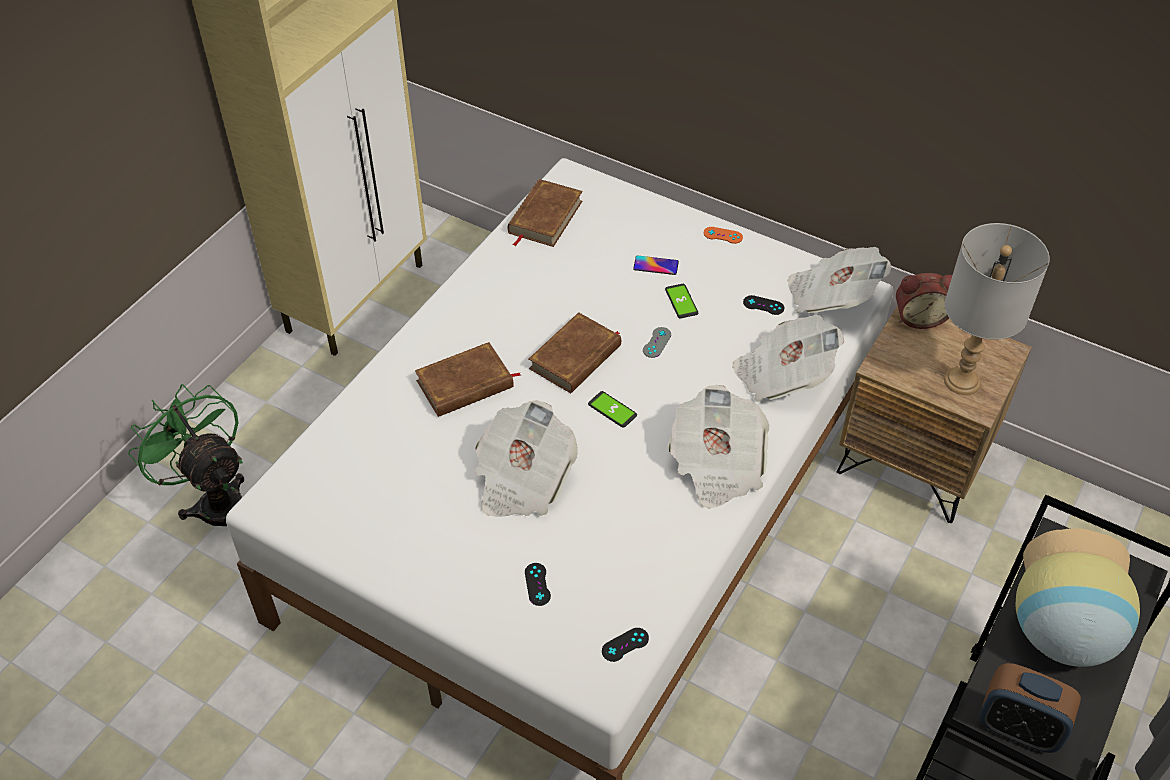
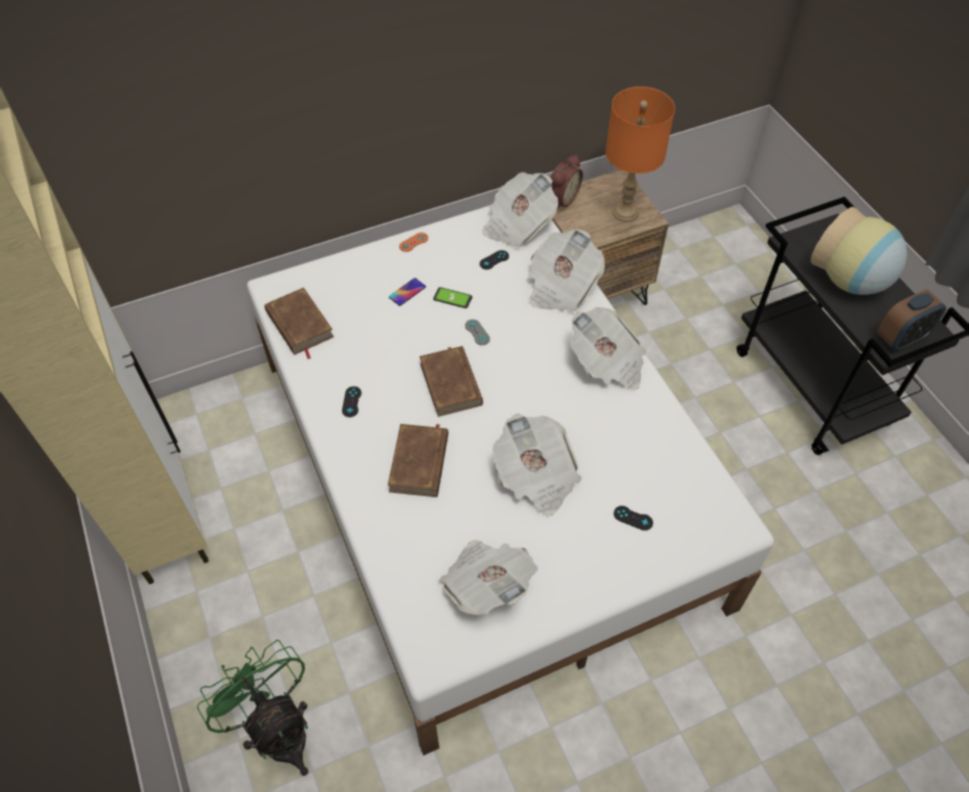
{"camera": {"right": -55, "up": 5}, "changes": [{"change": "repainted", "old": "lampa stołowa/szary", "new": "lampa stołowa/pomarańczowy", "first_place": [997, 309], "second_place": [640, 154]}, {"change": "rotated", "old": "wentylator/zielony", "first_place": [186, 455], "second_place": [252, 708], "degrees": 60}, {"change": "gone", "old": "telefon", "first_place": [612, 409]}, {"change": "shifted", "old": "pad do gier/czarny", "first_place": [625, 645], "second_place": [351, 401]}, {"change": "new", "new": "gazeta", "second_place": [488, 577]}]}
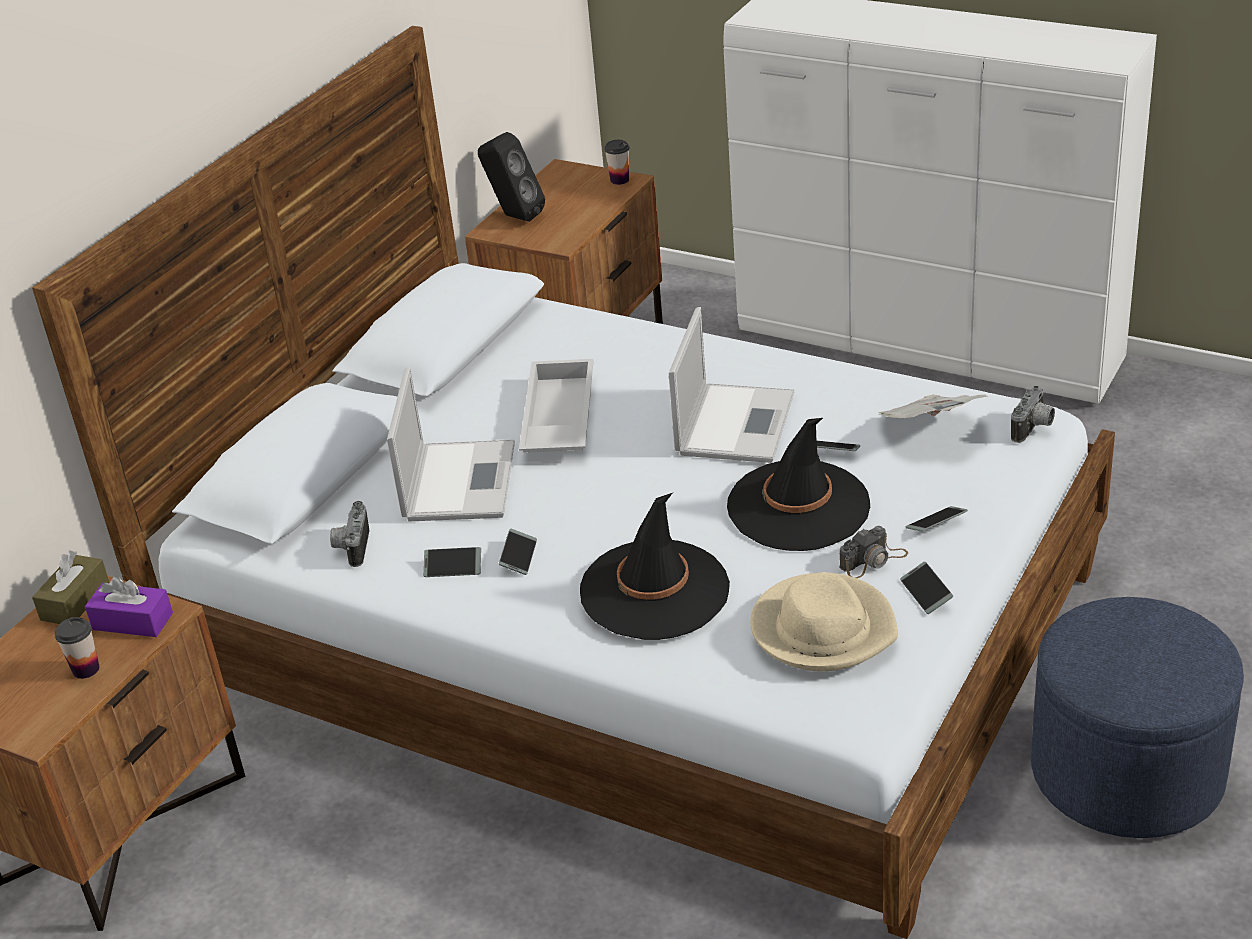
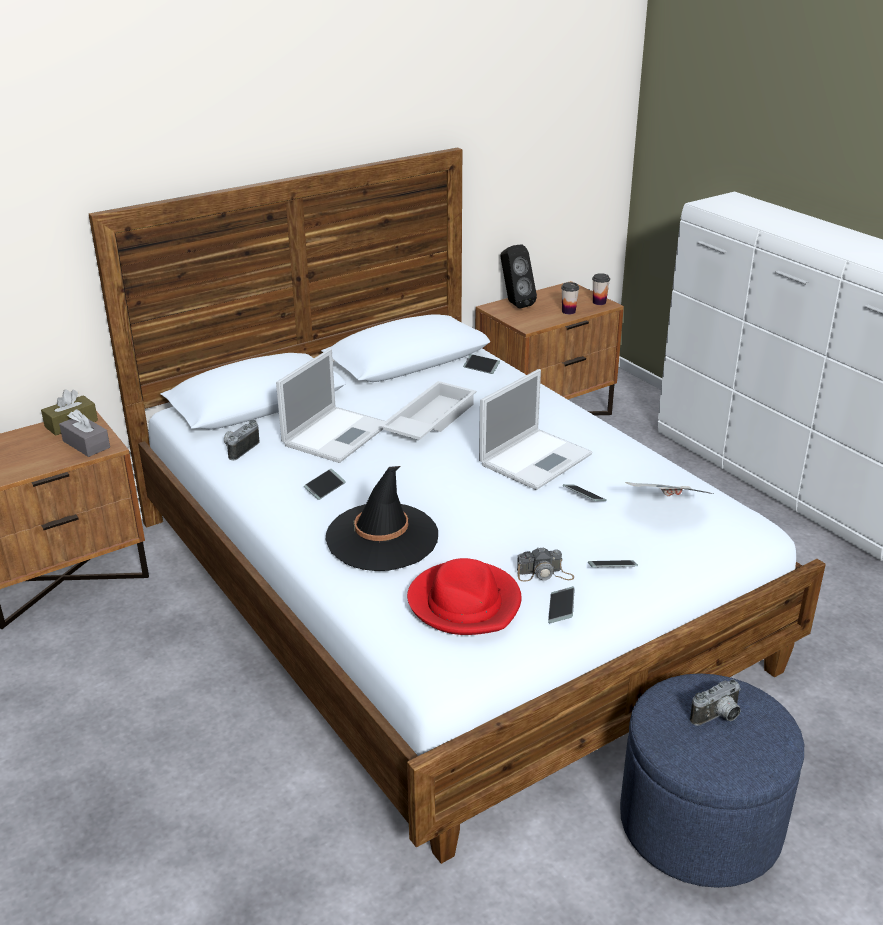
{"camera": {"right": 25, "up": -5}, "changes": [{"change": "shifted", "old": "aparat fotograficzny", "first_place": [1033, 414], "second_place": [715, 702]}, {"change": "gone", "old": "kapelusz/czarny", "first_place": [798, 484]}, {"change": "shifted", "old": "telefon", "first_place": [452, 562], "second_place": [481, 364]}, {"change": "repainted", "old": "kapelusz/beżowy", "new": "kapelusz/czerwony", "first_place": [824, 621], "second_place": [464, 596]}, {"change": "repainted", "old": "pudełko chusteczek/fioletowy", "new": "pudełko chusteczek/szary", "first_place": [129, 606], "second_place": [84, 433]}, {"change": "shifted", "old": "filiżanka", "first_place": [77, 648], "second_place": [570, 298]}]}
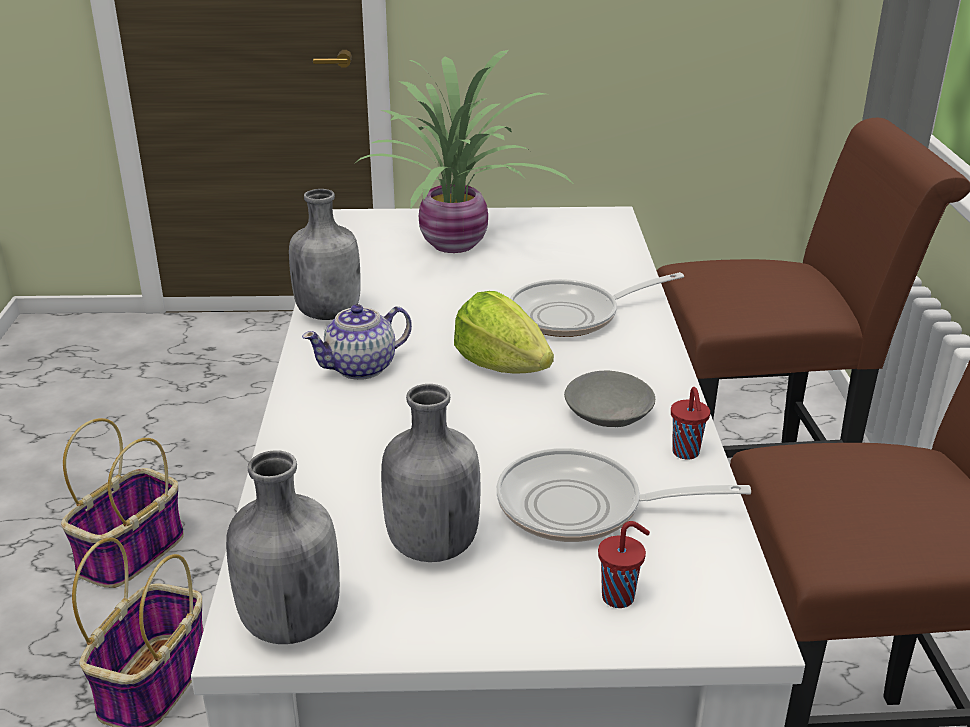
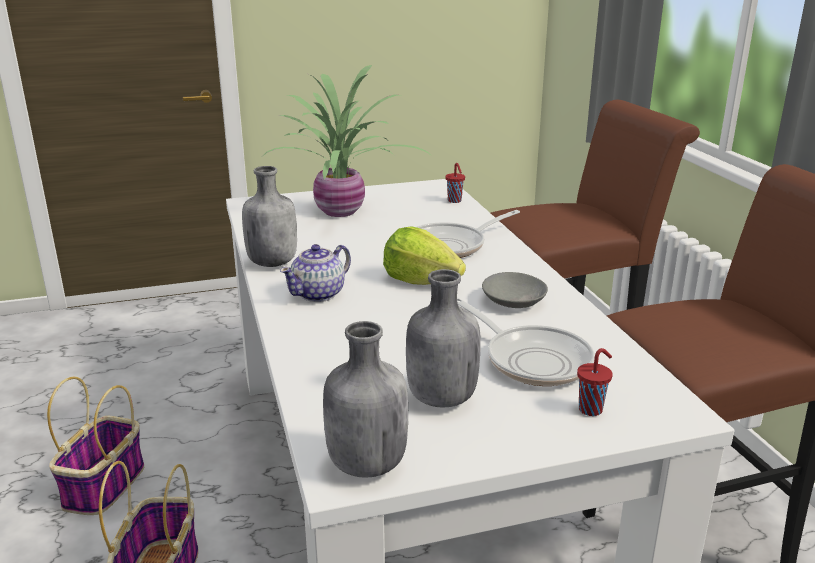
{"camera": {"right": -15, "up": -5}, "changes": [{"change": "shifted", "old": "filiżanka/czerwony", "first_place": [690, 423], "second_place": [455, 183]}, {"change": "rotated", "old": "patelnia", "first_place": [624, 495], "second_place": [526, 341], "degrees": -120}]}
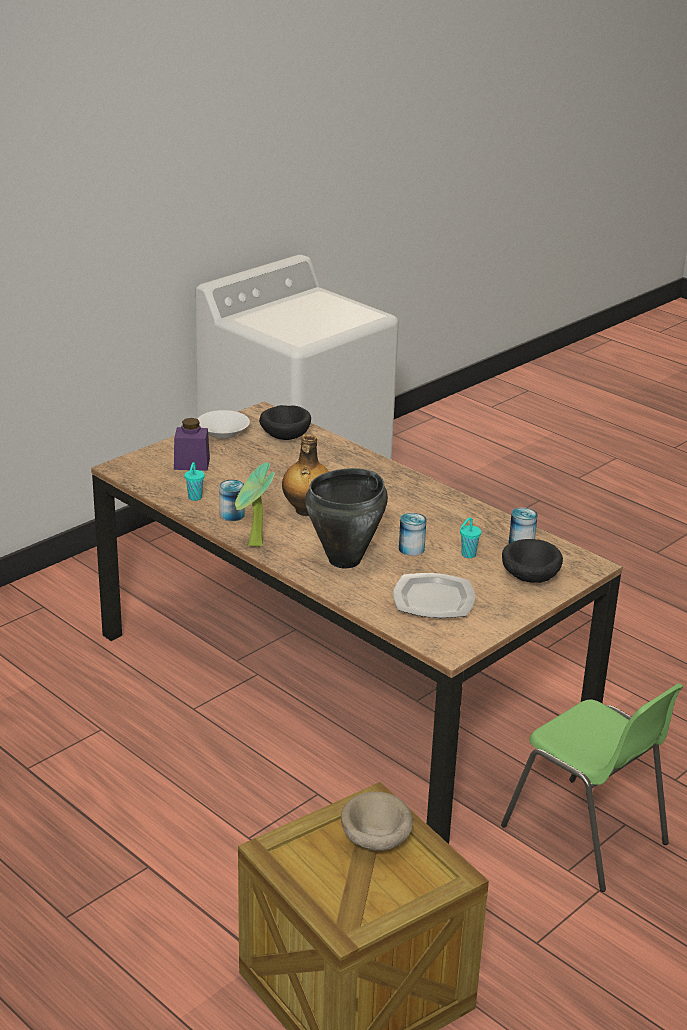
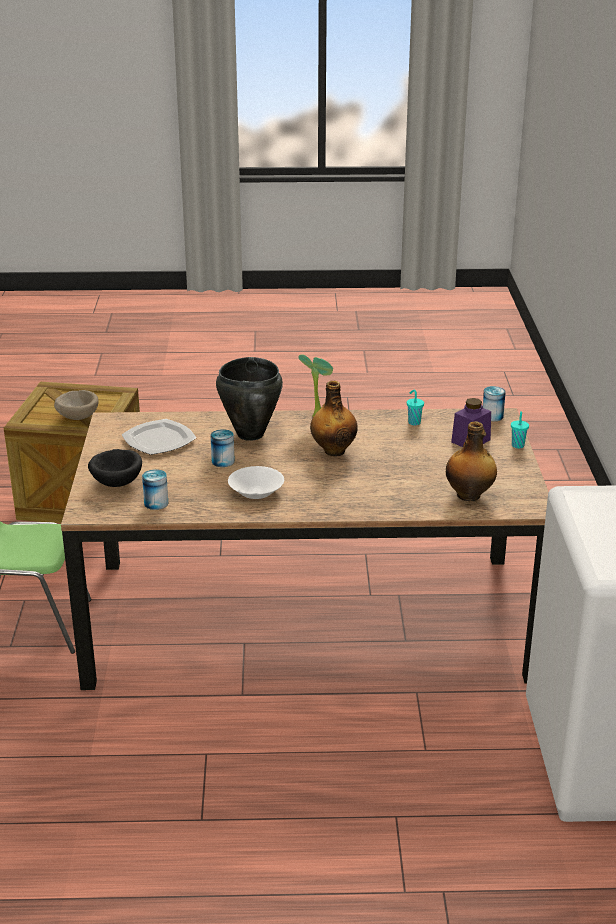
{"camera": {"right": 135, "up": 0}, "changes": [{"change": "swapped", "old": "miska/czarny", "new": "butelka", "first_place": [285, 422], "second_place": [471, 461]}, {"change": "shifted", "old": "miska/biały", "first_place": [223, 424], "second_place": [256, 482]}, {"change": "shifted", "old": "puszka", "first_place": [232, 500], "second_place": [494, 403]}, {"change": "shifted", "old": "filiżanka/turkusowy", "first_place": [470, 537], "second_place": [520, 429]}]}
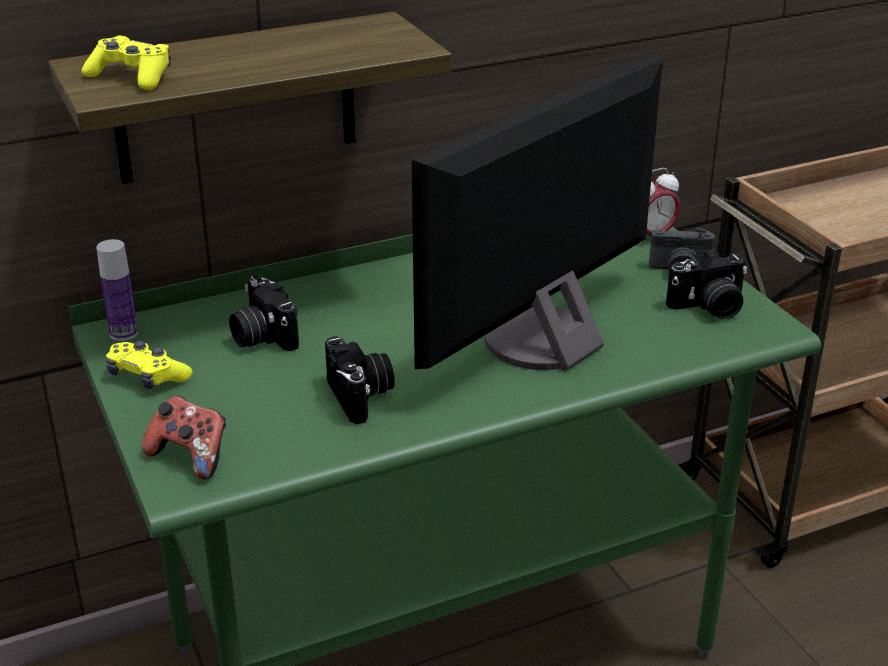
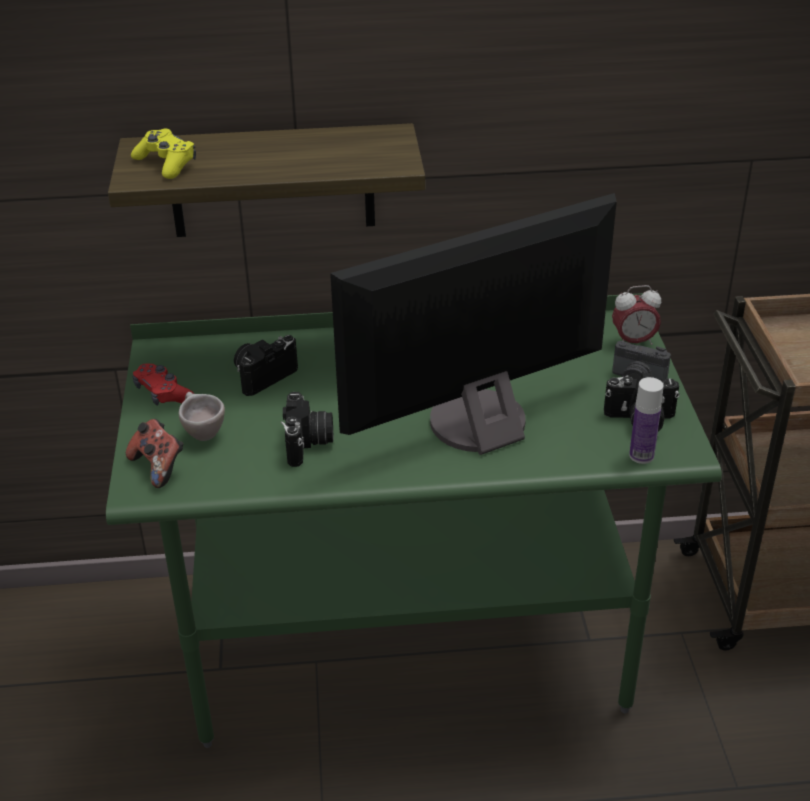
{"camera": {"right": 20, "up": 5}, "changes": [{"change": "shifted", "old": "butelka", "first_place": [117, 290], "second_place": [646, 420]}, {"change": "rotated", "old": "aparat fotograficzny", "first_place": [264, 313], "second_place": [266, 365], "degrees": 60}, {"change": "repainted", "old": "pad do gier/żółty", "new": "pad do gier/czerwony", "first_place": [149, 364], "second_place": [163, 385]}, {"change": "new", "new": "filiżanka/beżowy", "second_place": [202, 416]}]}
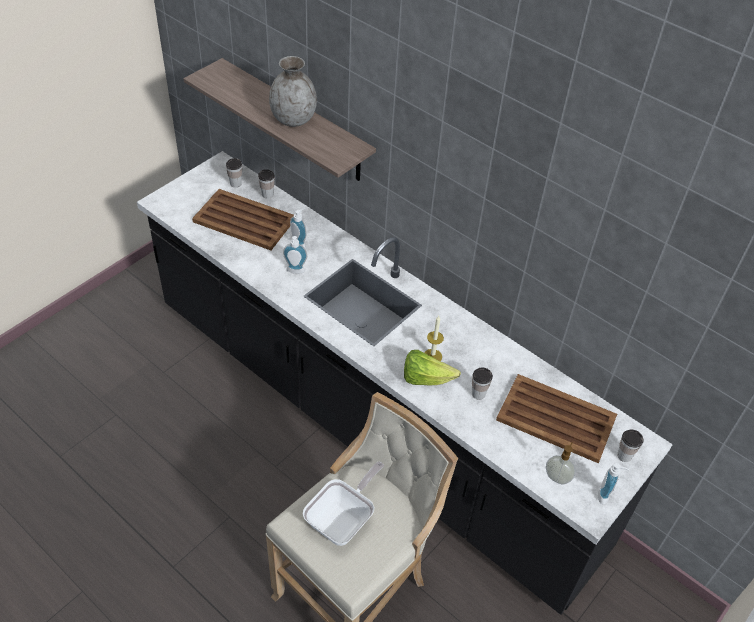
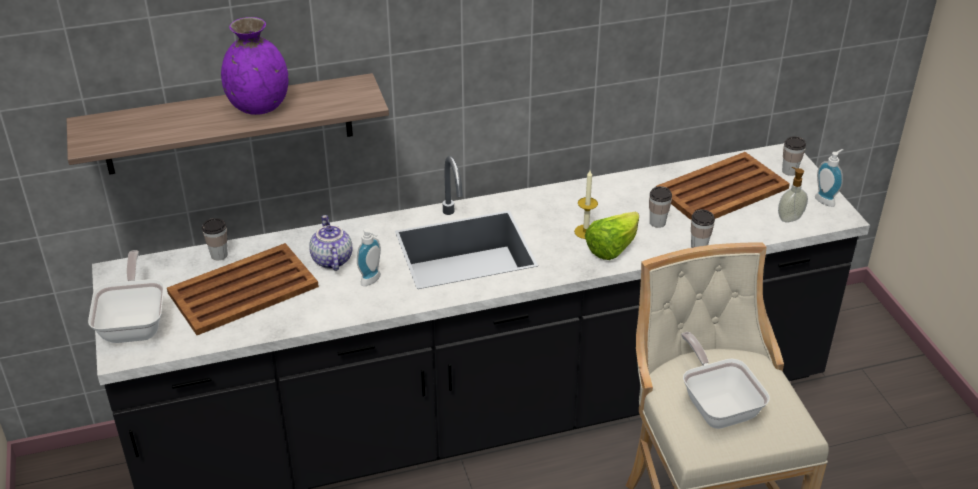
{"camera": {"right": -55, "up": -10}, "changes": [{"change": "repainted", "old": "wazon/szary", "new": "wazon/fioletowy", "first_place": [293, 91], "second_place": [255, 66]}, {"change": "shifted", "old": "filiżanka", "first_place": [234, 172], "second_place": [703, 228]}, {"change": "swapped", "old": "dozownik mydła", "new": "imbryk", "first_place": [298, 228], "second_place": [330, 243]}, {"change": "new", "new": "patelnia", "second_place": [126, 296]}]}
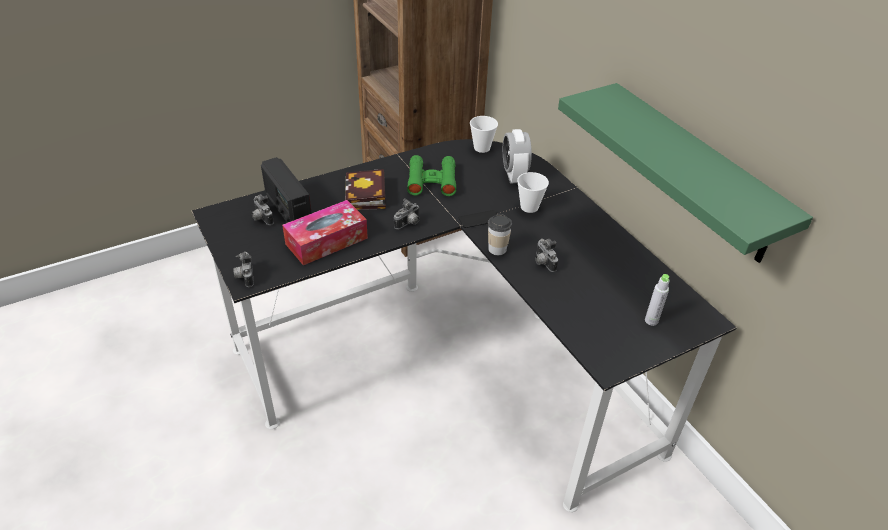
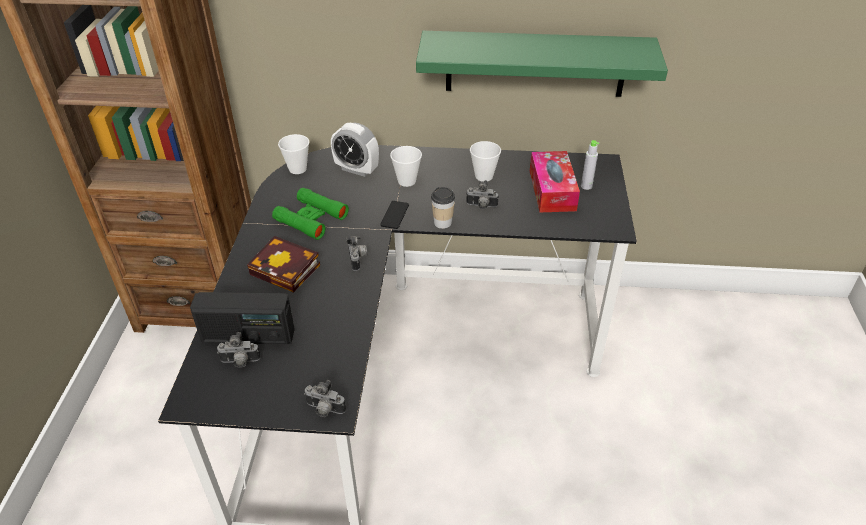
{"camera": {"right": -55, "up": 0}, "changes": [{"change": "shifted", "old": "pudełko chusteczek", "first_place": [325, 232], "second_place": [555, 181]}, {"change": "new", "new": "filiżanka", "second_place": [485, 161]}]}
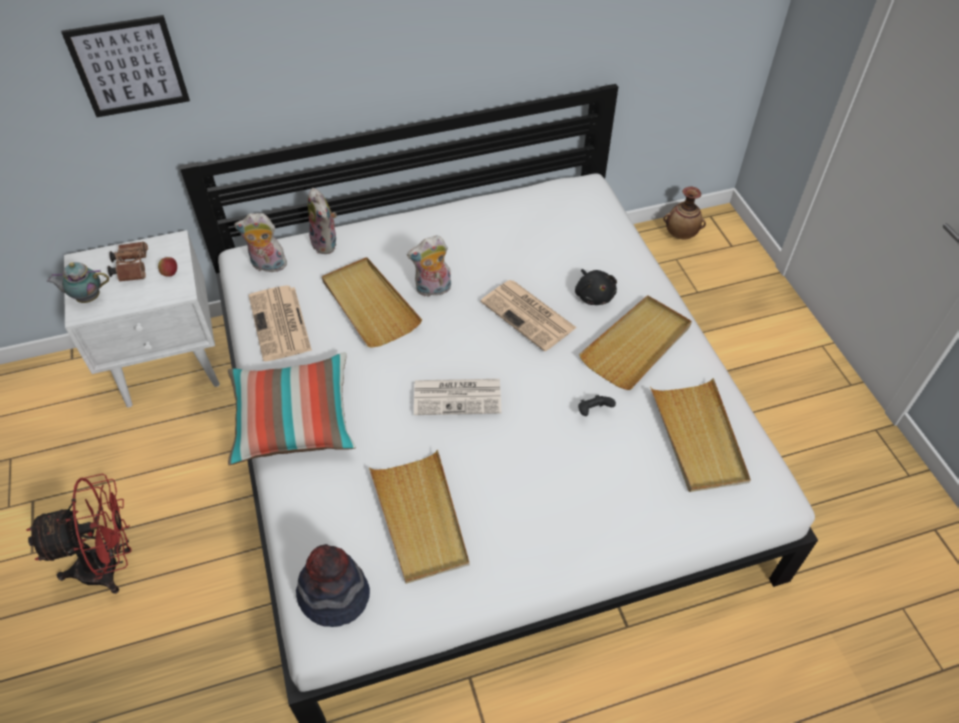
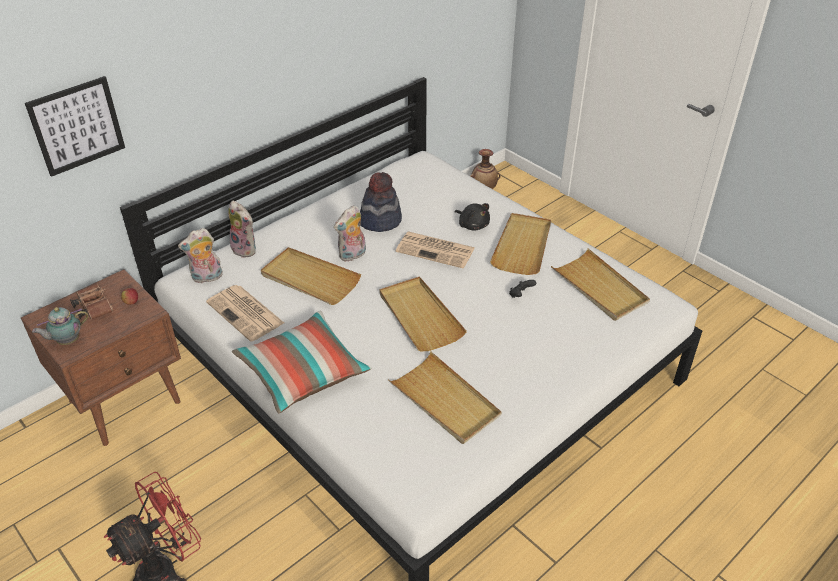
{"camera": {"right": -25, "up": -10}, "changes": [{"change": "repainted", "old": "szafka nocna/biały", "new": "szafka nocna/brązowy", "first_place": [142, 319], "second_place": [101, 357]}, {"change": "swapped", "old": "gazeta", "new": "taca/beżowy", "first_place": [457, 397], "second_place": [423, 313]}, {"change": "shifted", "old": "kapelusz", "first_place": [333, 585], "second_place": [381, 202]}]}
